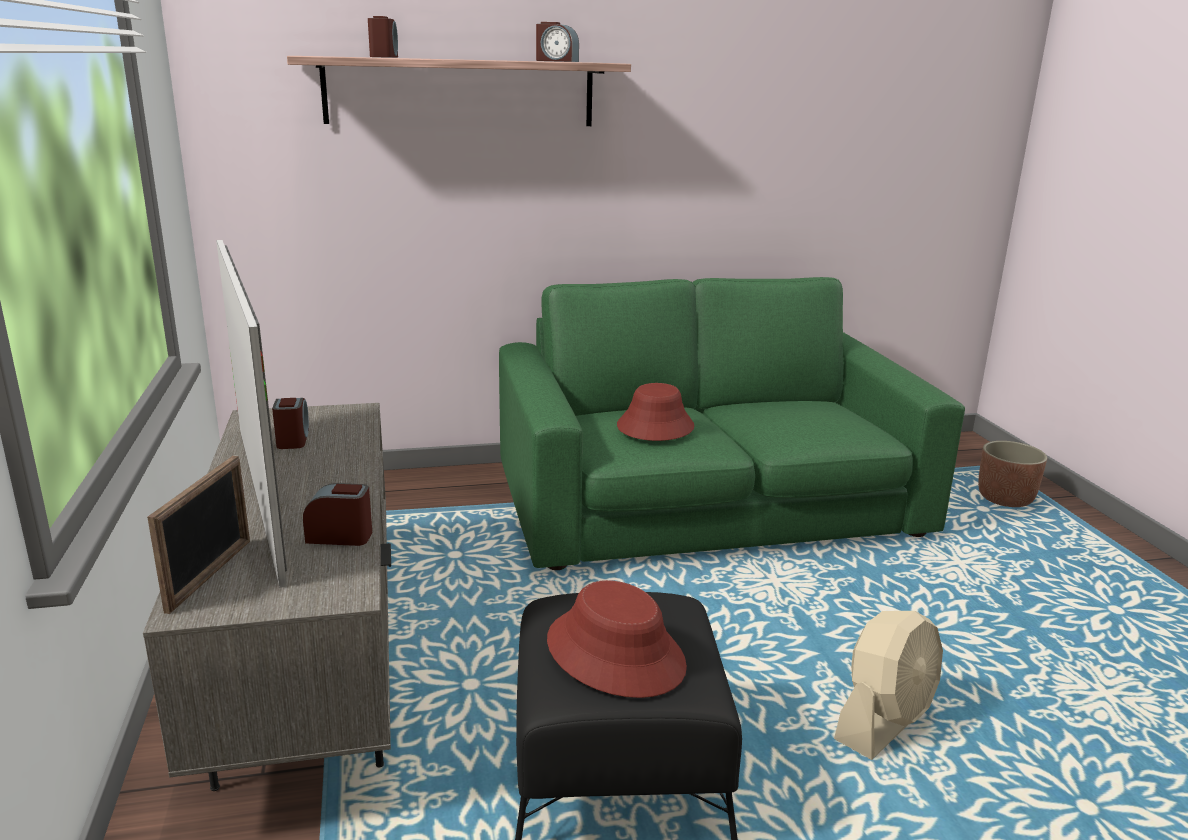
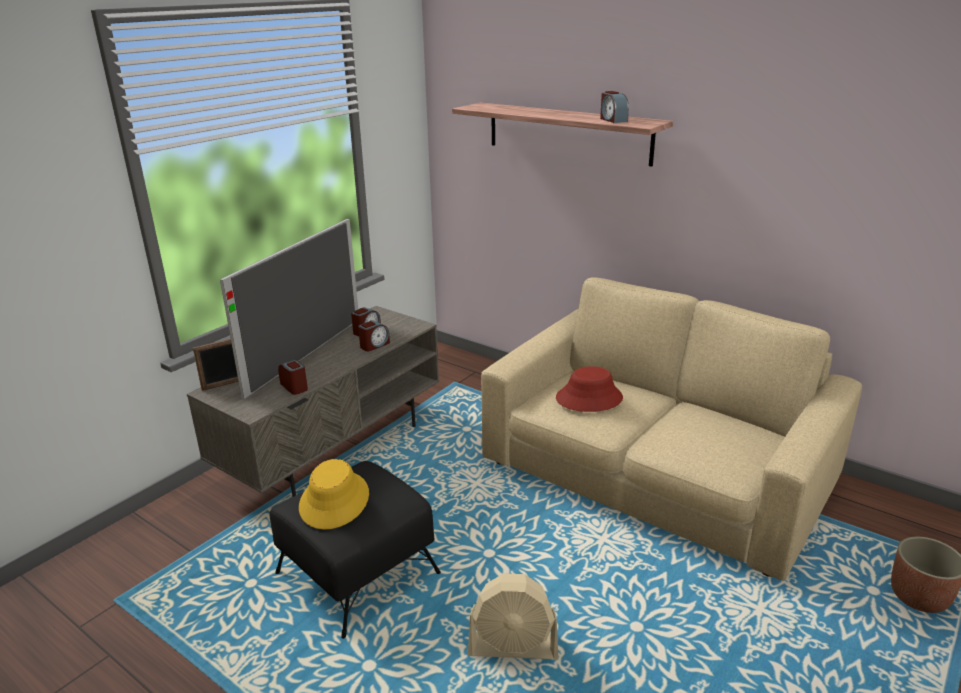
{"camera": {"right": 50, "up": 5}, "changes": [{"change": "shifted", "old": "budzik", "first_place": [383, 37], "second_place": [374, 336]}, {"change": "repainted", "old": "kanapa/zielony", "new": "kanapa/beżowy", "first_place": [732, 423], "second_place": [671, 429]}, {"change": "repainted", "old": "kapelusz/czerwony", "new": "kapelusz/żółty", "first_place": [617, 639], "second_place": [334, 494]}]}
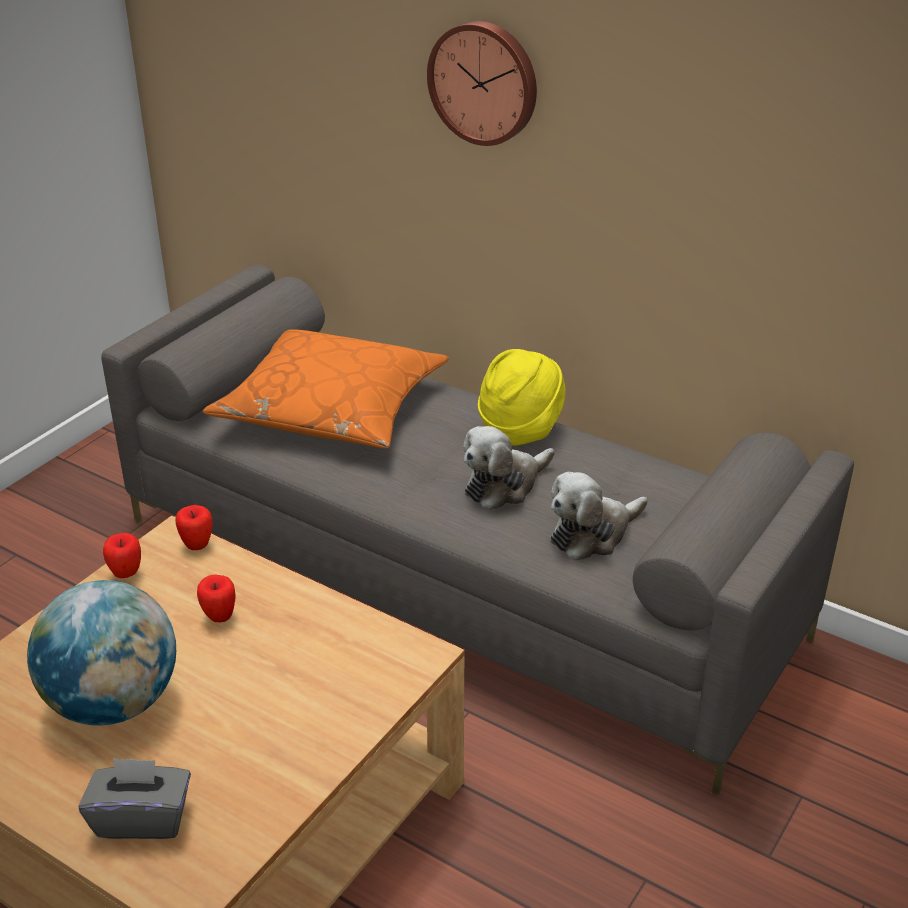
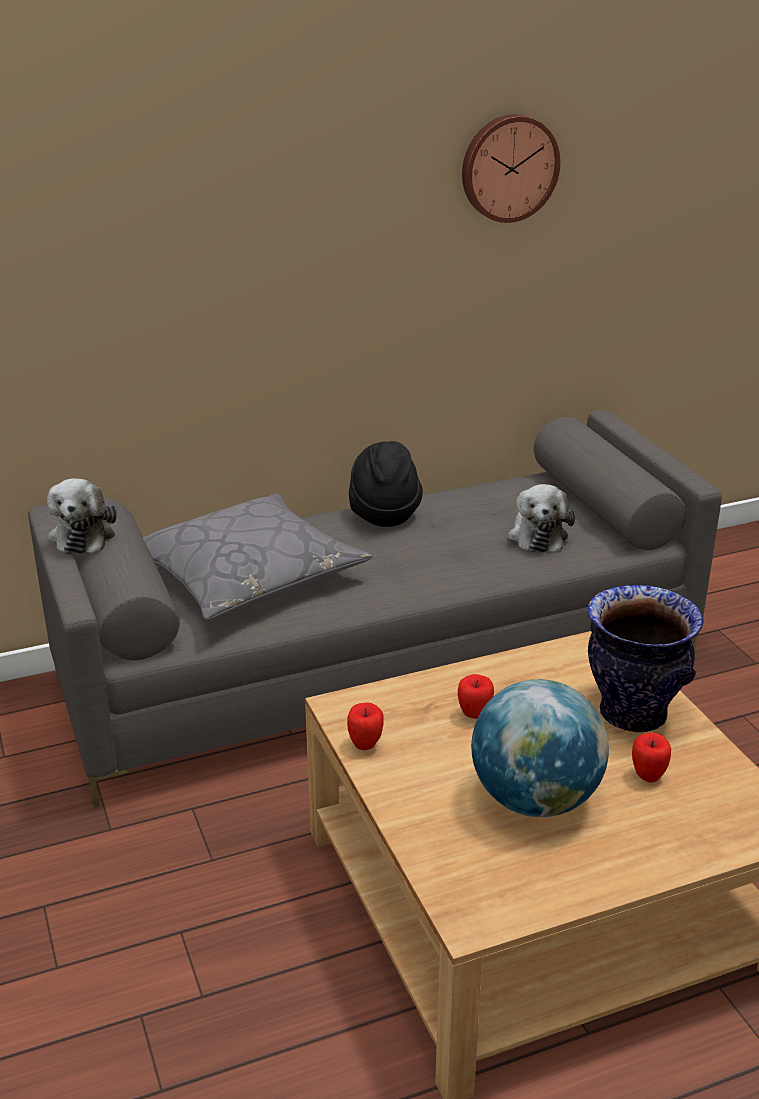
{"camera": {"right": -55, "up": -5}, "changes": [{"change": "shifted", "old": "zegar ścienny", "first_place": [482, 83], "second_place": [511, 168]}, {"change": "repainted", "old": "poduszka/pomarańczowy", "new": "poduszka/szary", "first_place": [326, 388], "second_place": [257, 557]}, {"change": "repainted", "old": "kapelusz/żółty", "new": "kapelusz/czarny", "first_place": [521, 397], "second_place": [386, 484]}, {"change": "shifted", "old": "pluszak", "first_place": [508, 468], "second_place": [82, 516]}, {"change": "shifted", "old": "jabłko", "first_place": [194, 527], "second_place": [651, 758]}, {"change": "gone", "old": "pudełko chusteczek/szary", "first_place": [135, 798]}, {"change": "new", "new": "wazon", "second_place": [646, 658]}]}
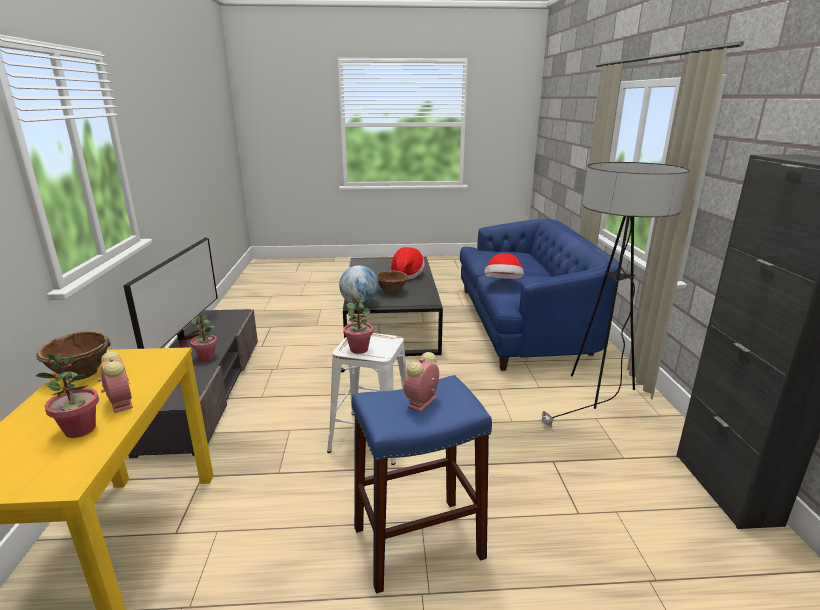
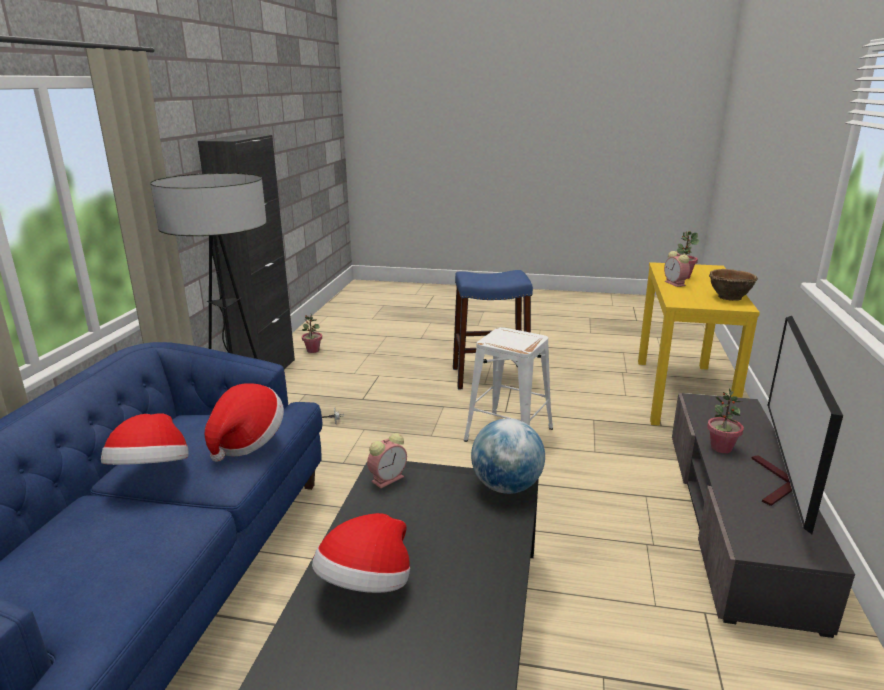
{"camera": {"right": -165, "up": 0}, "changes": [{"change": "gone", "old": "miska/brązowy", "first_place": [392, 282]}, {"change": "shifted", "old": "roślina doniczkowa", "first_place": [358, 325], "second_place": [312, 333]}, {"change": "shifted", "old": "budzik", "first_place": [421, 382], "second_place": [387, 460]}, {"change": "new", "new": "kapelusz", "second_place": [145, 439]}]}
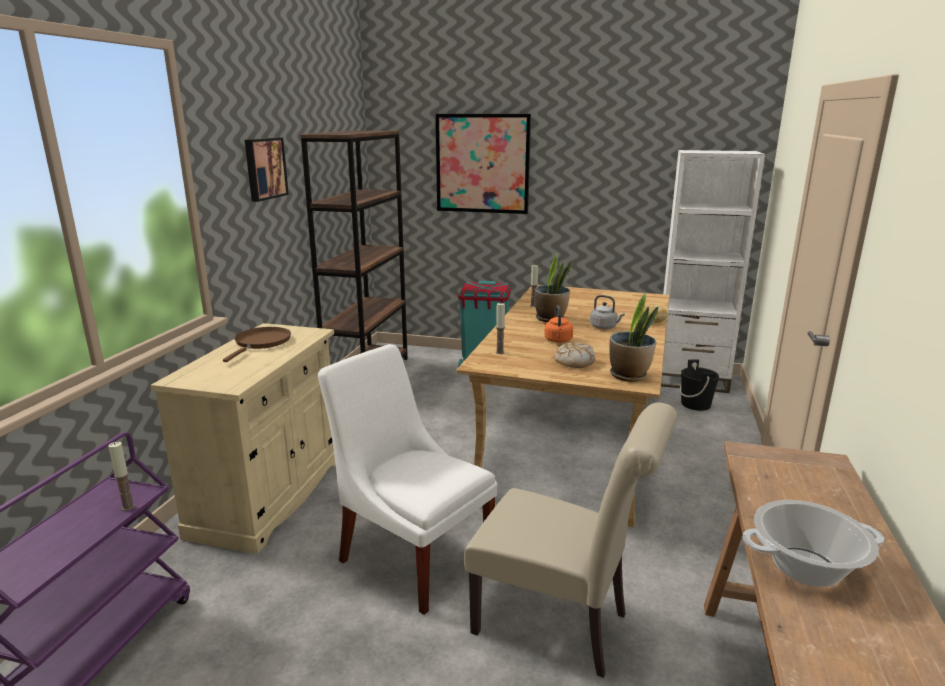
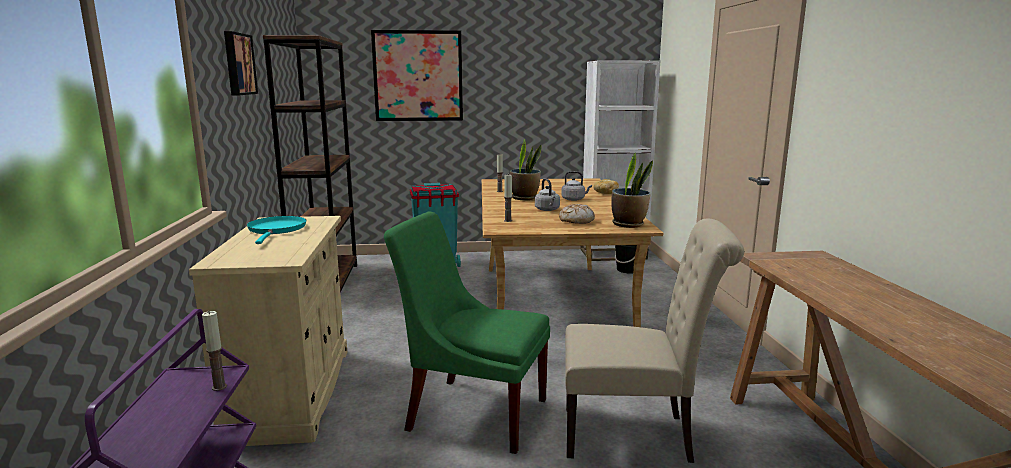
{"camera": {"right": -20, "up": -5}, "changes": [{"change": "repainted", "old": "czajnik/pomarańczowy", "new": "czajnik/szary", "first_place": [558, 324], "second_place": [547, 194]}, {"change": "repainted", "old": "patelnia/brązowy", "new": "patelnia/turkusowy", "first_place": [257, 344], "second_place": [276, 230]}, {"change": "repainted", "old": "krzesło/biały", "new": "krzesło/zielony", "first_place": [407, 479], "second_place": [467, 333]}, {"change": "gone", "old": "garnek", "first_place": [813, 543]}]}
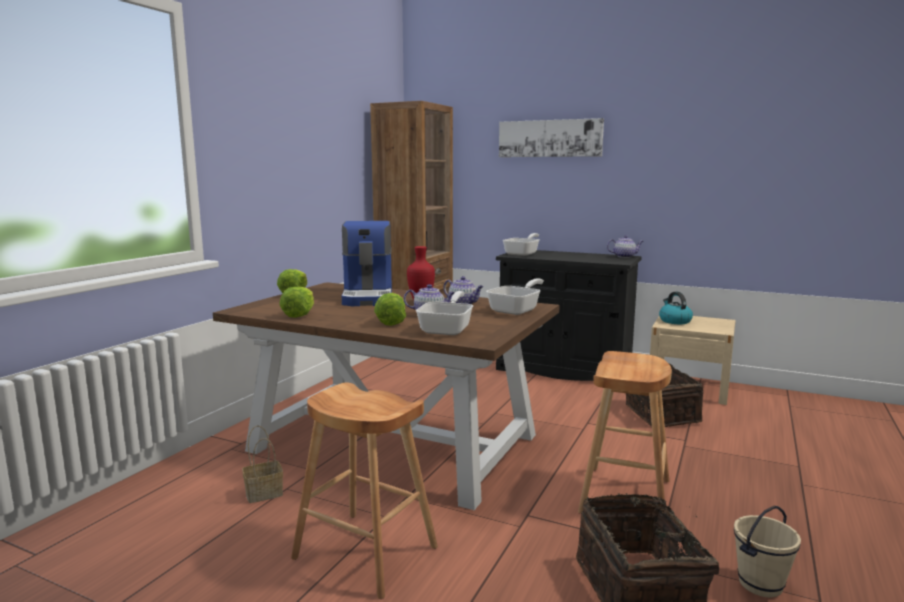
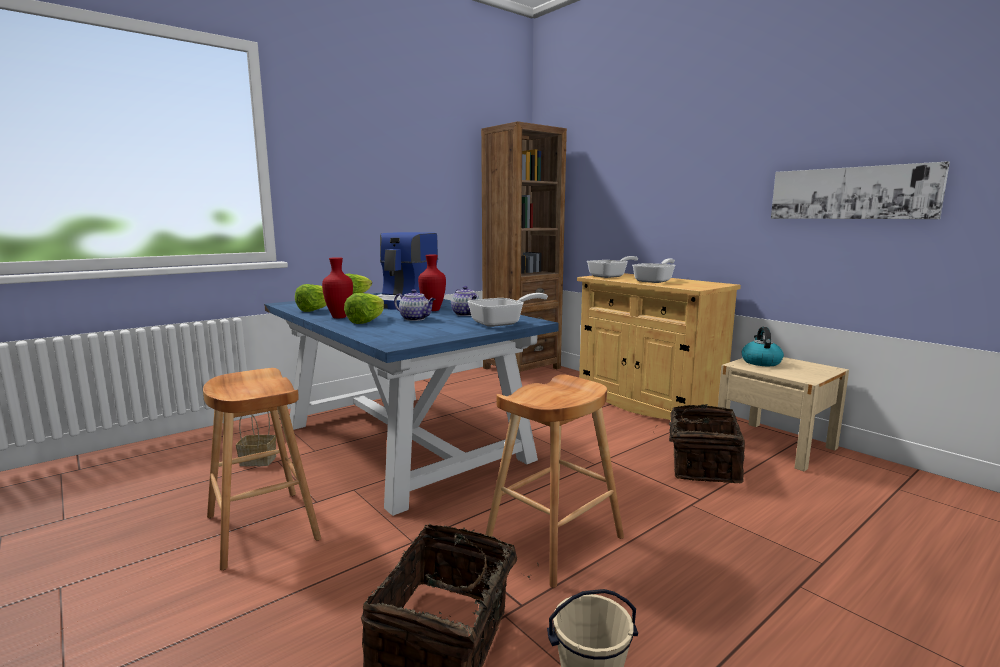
{"camera": {"right": 25, "up": 0}, "changes": [{"change": "shifted", "old": "obraz", "first_place": [551, 137], "second_place": [860, 190]}, {"change": "gone", "old": "imbryk", "first_place": [625, 246]}, {"change": "repainted", "old": "szafka/czarny", "new": "szafka/beżowy", "first_place": [569, 315], "second_place": [659, 347]}, {"change": "repainted", "old": "stół jadalny/brązowy", "new": "stół jadalny/niebieski", "first_place": [386, 396], "second_place": [411, 404]}, {"change": "shifted", "old": "patelnia", "first_place": [444, 313], "second_place": [654, 270]}, {"change": "new", "new": "wazon/czerwony", "second_place": [337, 287]}]}
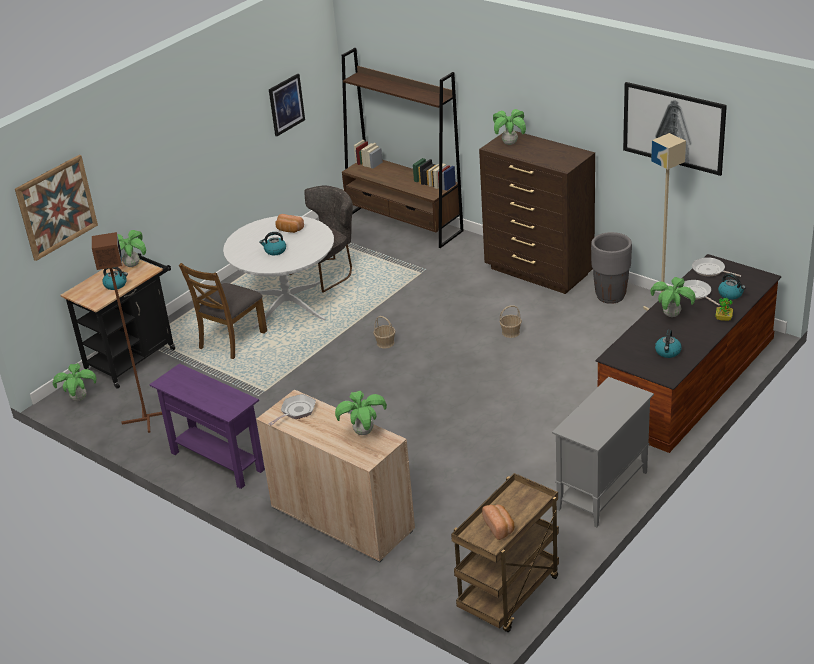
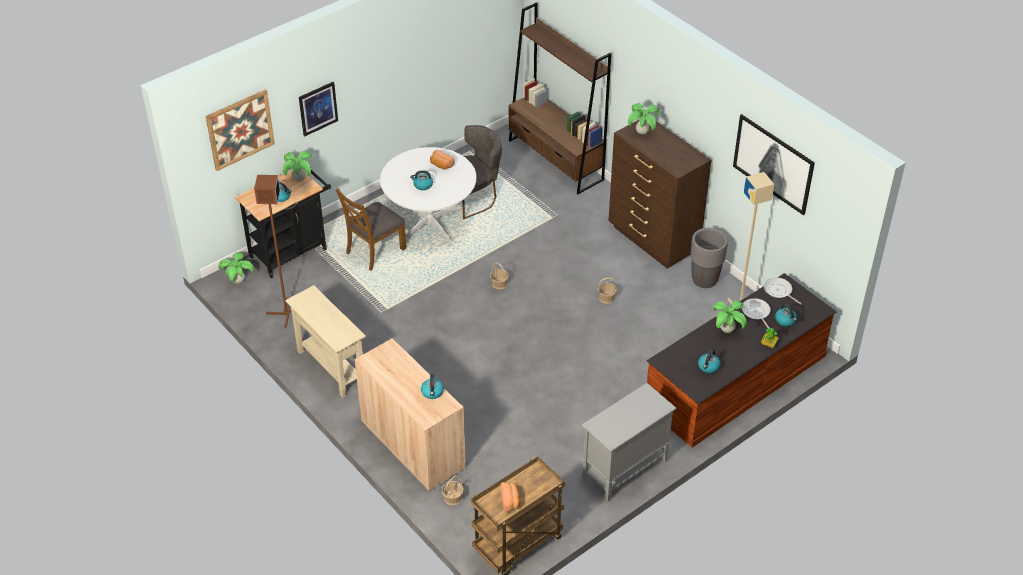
{"camera": {"right": 10, "up": 10}, "changes": [{"change": "shifted", "old": "obraz", "first_place": [287, 105], "second_place": [318, 109]}, {"change": "repainted", "old": "stolik konsolowy/fioletowy", "new": "stolik konsolowy/beżowy", "first_place": [207, 426], "second_place": [325, 341]}, {"change": "swapped", "old": "roślina doniczkowa", "new": "czajnik", "first_place": [361, 413], "second_place": [432, 386]}, {"change": "gone", "old": "patelnia", "first_place": [292, 409]}, {"change": "new", "new": "koszyk", "second_place": [453, 490]}]}
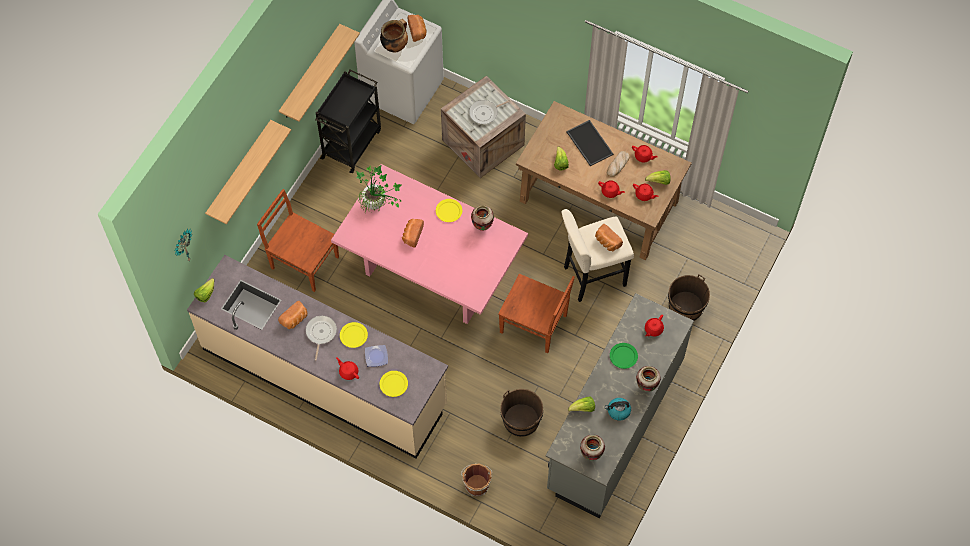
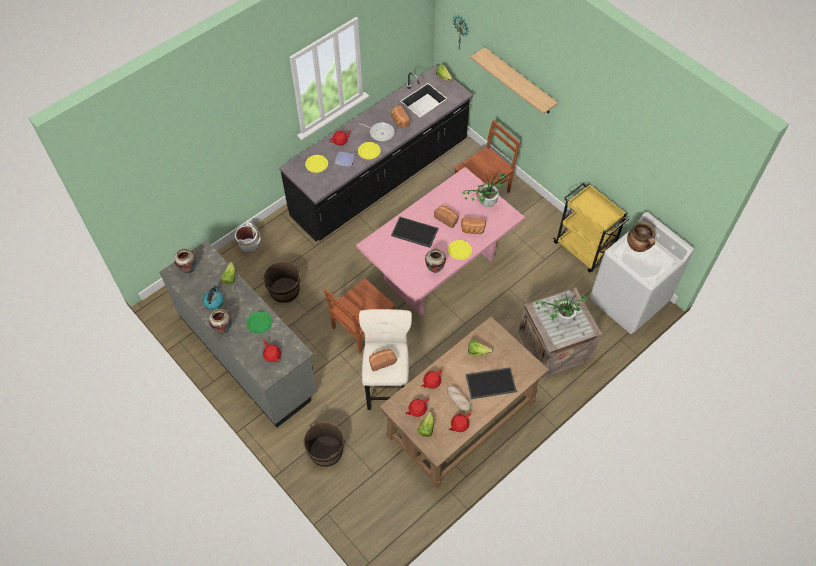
{"camera": {"right": 110, "up": -5}, "changes": [{"change": "shifted", "old": "chleb", "first_place": [417, 28], "second_place": [473, 225]}, {"change": "gone", "old": "półka", "first_place": [319, 73]}, {"change": "repainted", "old": "wózek/czarny", "new": "wózek/żółty", "first_place": [348, 121], "second_place": [591, 227]}, {"change": "swapped", "old": "patelnia", "new": "roślina doniczkowa", "first_place": [489, 112], "second_place": [562, 308]}, {"change": "repainted", "old": "zabudowa kuchenna/beżowy", "new": "zabudowa kuchenna/czarny", "first_place": [317, 356], "second_place": [376, 153]}, {"change": "repainted", "old": "wiadro/brązowy", "new": "wiadro/biały", "first_place": [476, 479], "second_place": [248, 238]}, {"change": "new", "new": "taca", "second_place": [415, 232]}]}
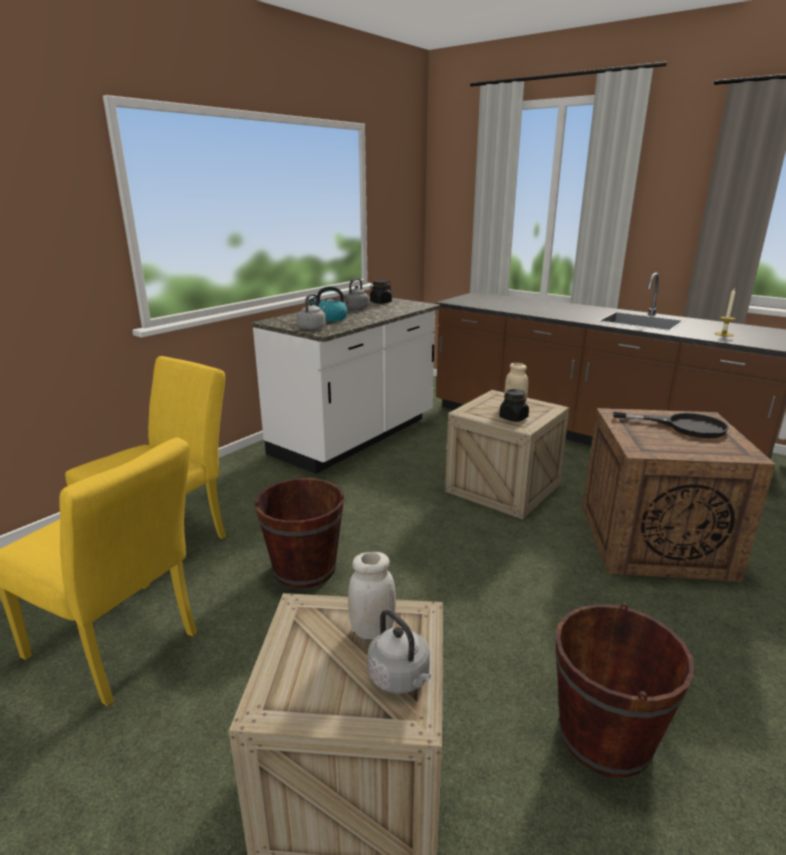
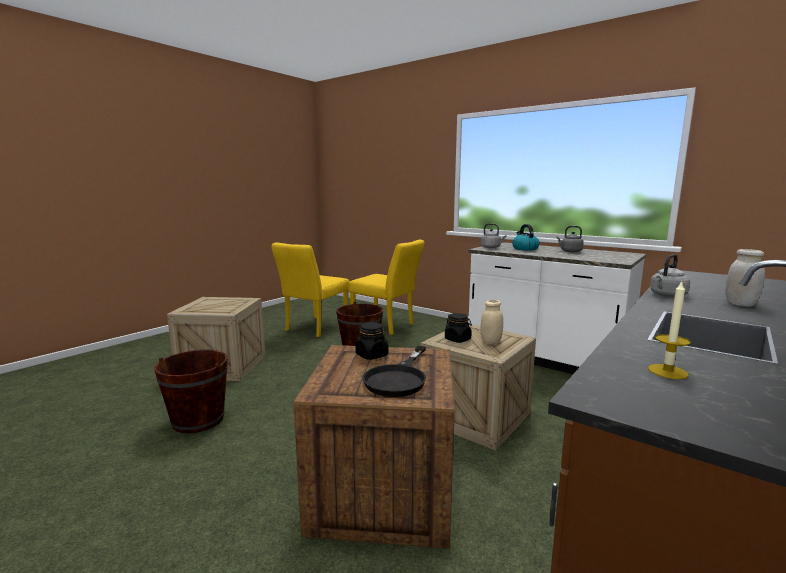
{"camera": {"right": 90, "up": -10}, "changes": [{"change": "shifted", "old": "słoik/czarny", "first_place": [381, 292], "second_place": [371, 341]}, {"change": "shifted", "old": "słoik/biały", "first_place": [372, 595], "second_place": [745, 278]}, {"change": "shifted", "old": "czajnik/szary", "first_place": [399, 652], "second_place": [670, 275]}]}
